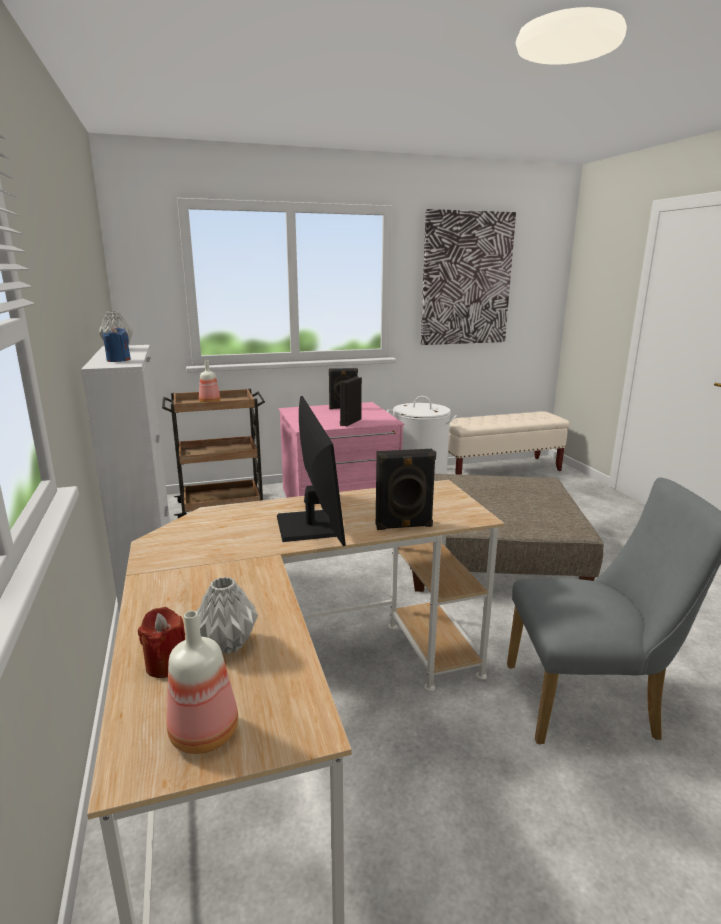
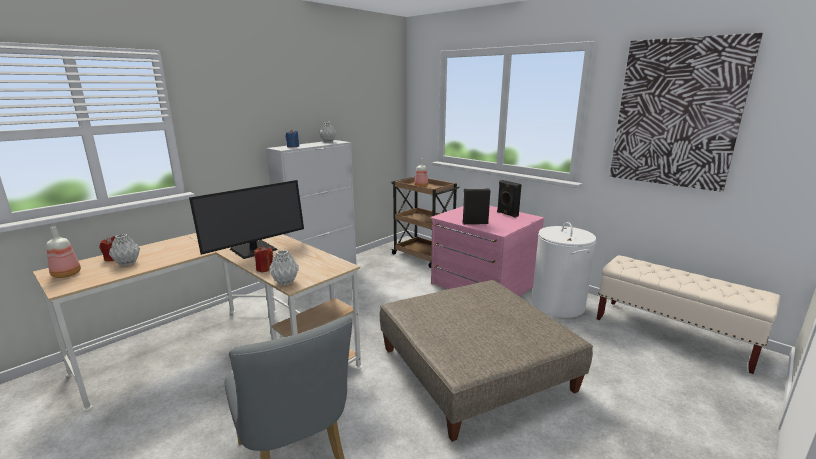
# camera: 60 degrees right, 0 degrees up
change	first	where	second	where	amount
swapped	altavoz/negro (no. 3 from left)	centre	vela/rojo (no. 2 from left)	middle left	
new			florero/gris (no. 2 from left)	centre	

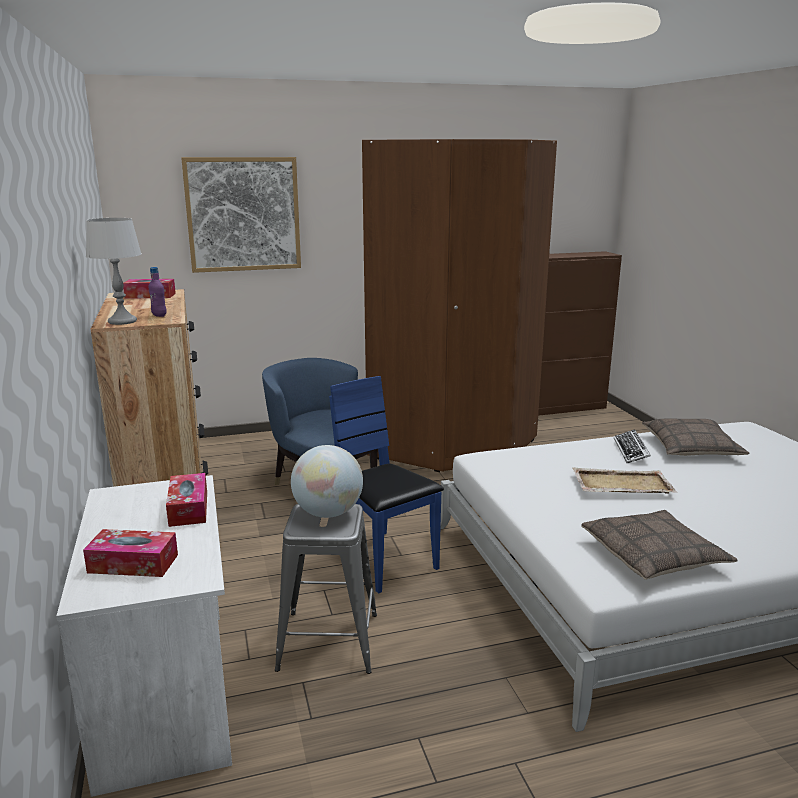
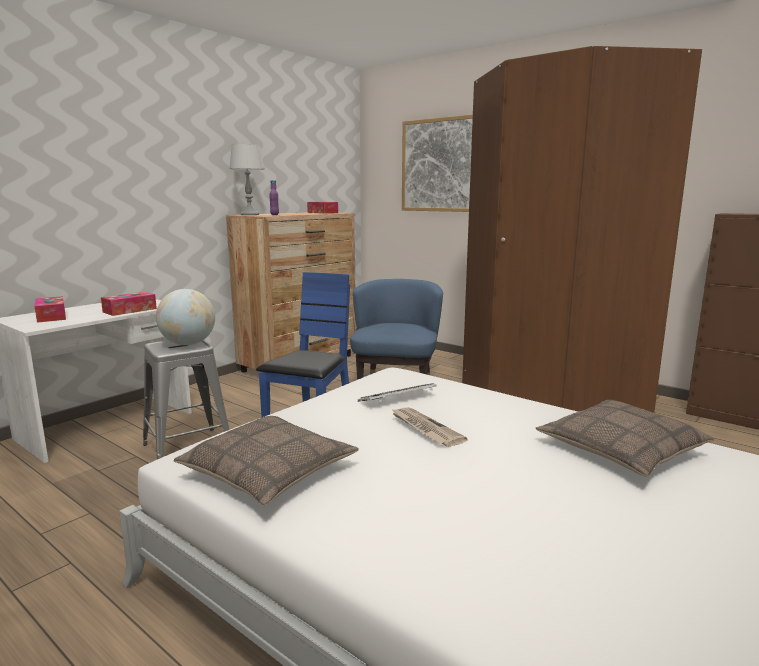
# camera: 55 degrees right, 5 degrees down
change	first	where	second	where	amount
shifted	teclado	middle right		centre	
swapped	bandeja/beis	middle right	periódico	centre	

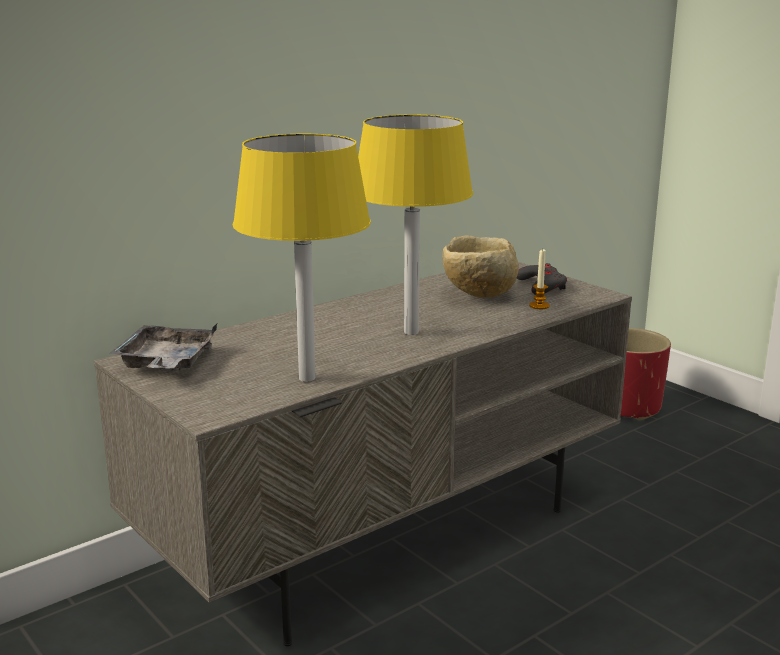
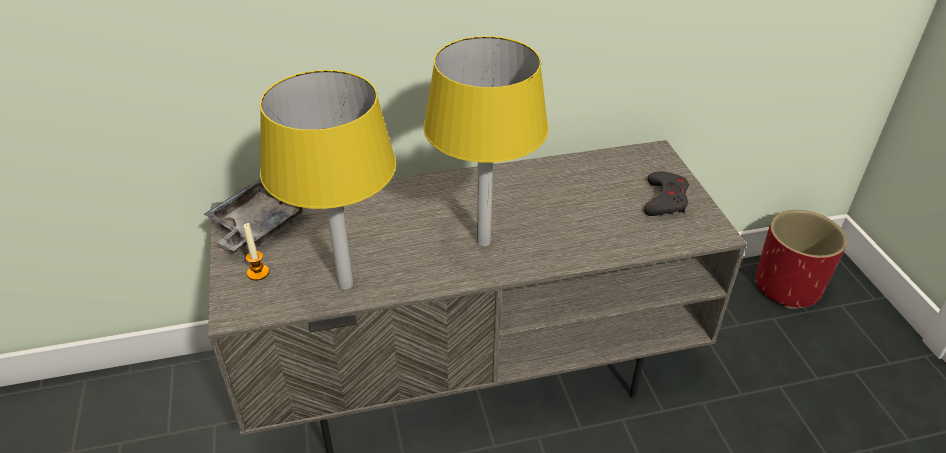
# camera: 25 degrees right, 20 degrees up
change	first	where	second	where	amount
shifted	vela	middle right		middle left	
gone	cuenco/beis	centre			

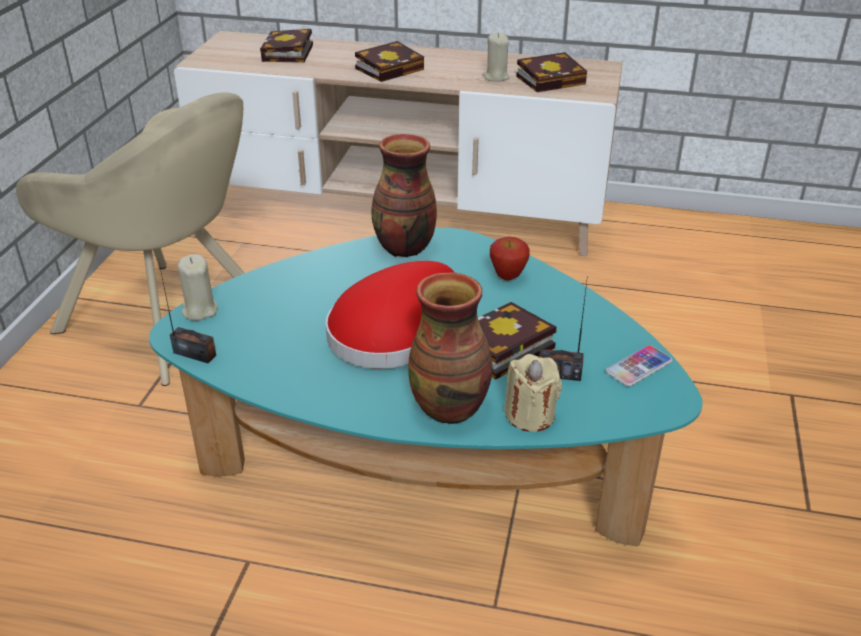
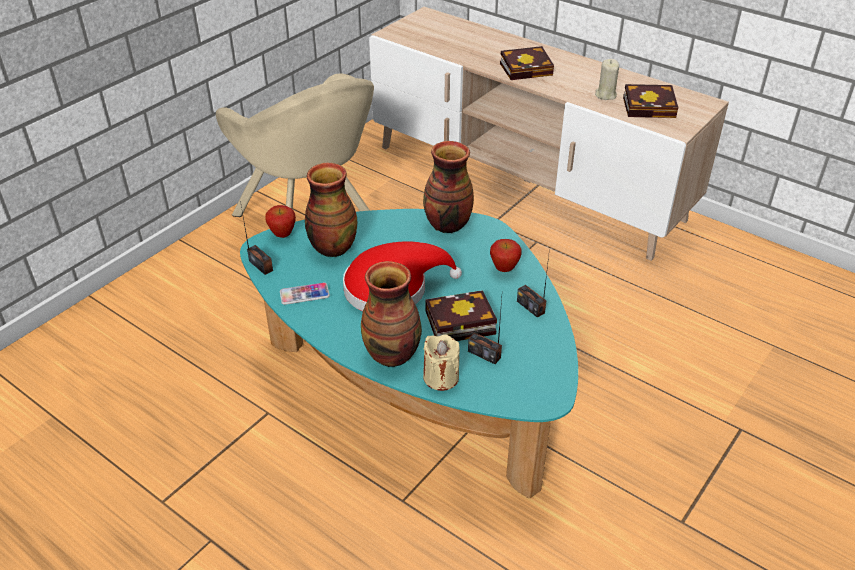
# camera: 25 degrees right, 5 degrees up
change	first	where	second	where	amount
swapped	vela/beis (no. 1 from left)	middle left	manzana (no. 1 from left)	middle left	
shifted	móvil	middle right		centre	
new			florero (no. 1 from left)	centre	
new			radio (no. 3 from left)	centre	
gone	libro (no. 1 from left)	top left			

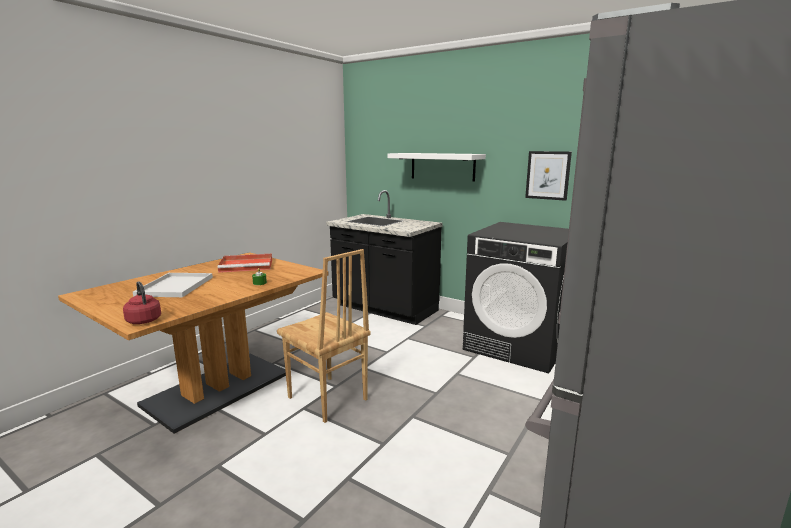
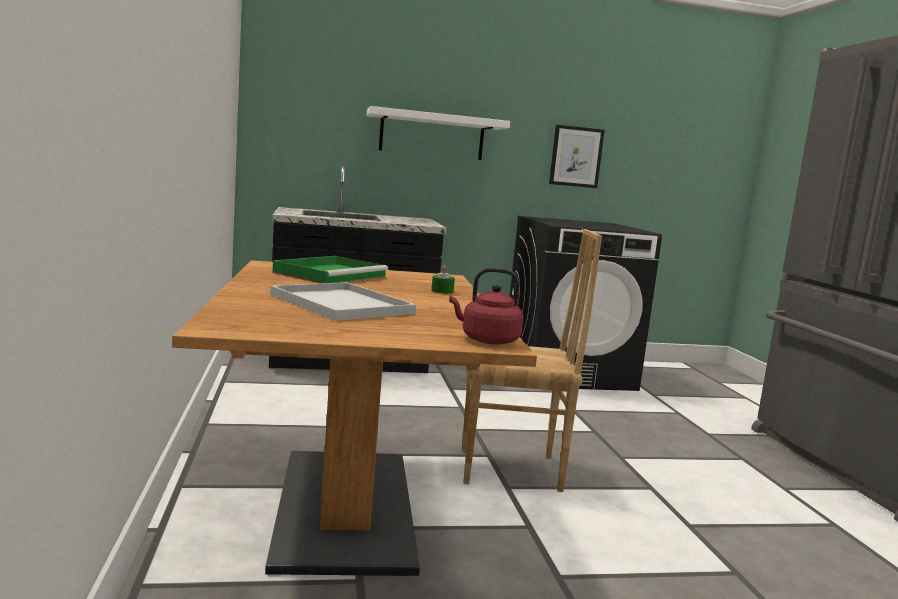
# camera: 45 degrees left, 5 degrees down
change	first	where	second	where	amount
repainted	bandeja/rojo	middle left	bandeja/verde	centre	

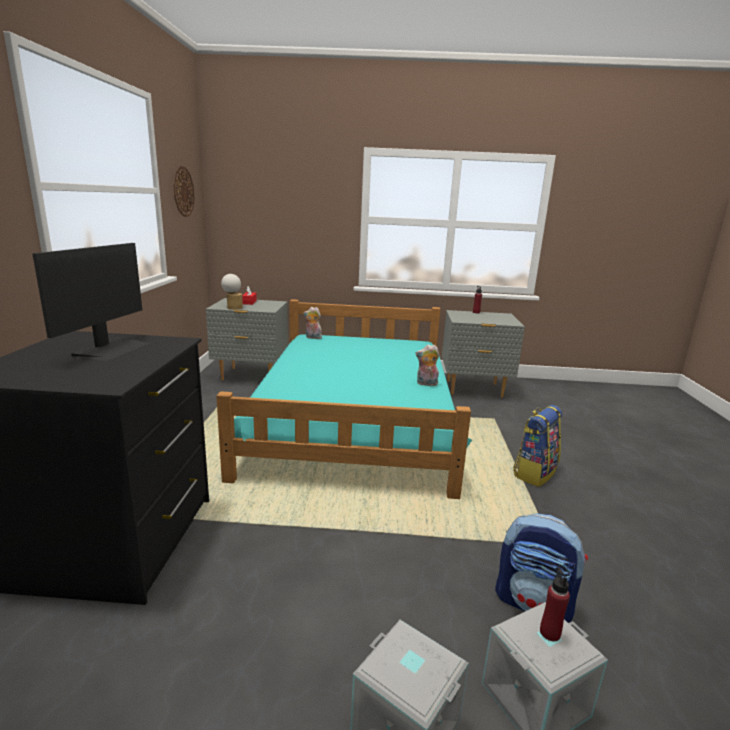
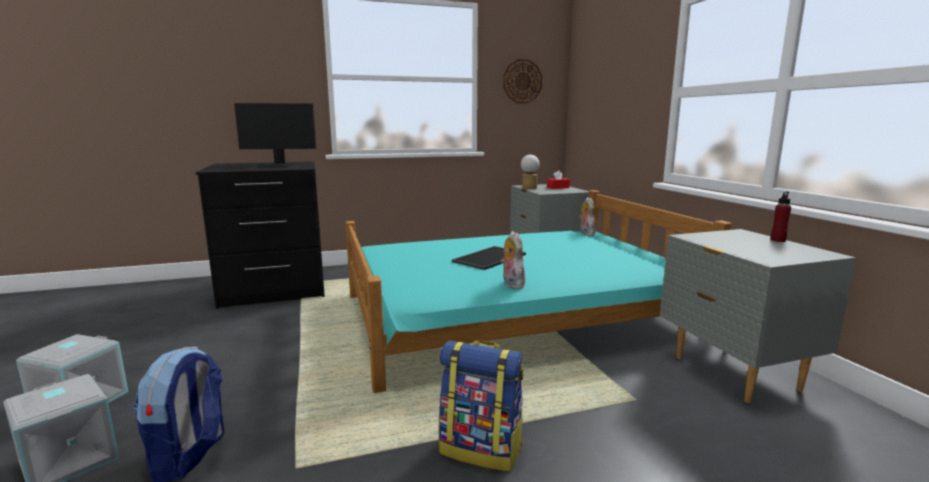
# camera: 70 degrees right, 5 degrees down
change	first	where	second	where	amount
new			bandeja	centre	
gone	botella/rojo (no. 2 from left)	bottom right			

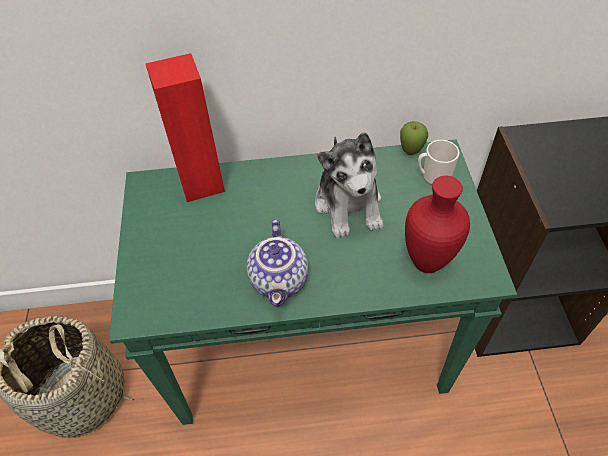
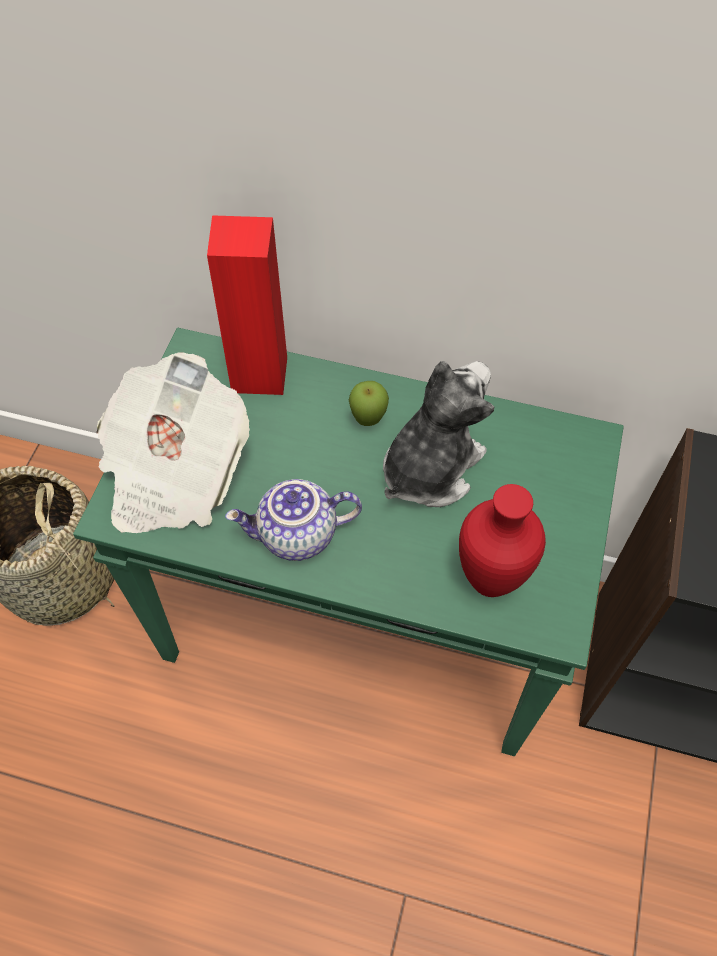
# camera: 20 degrees right, 5 degrees up
change	first	where	second	where	amount
new			periódico	middle left	
rotated	tetera	centre		centre	60 degrees clockwise
shifted	manzana	top right		centre	
rotated	peluche	centre		centre	150 degrees counterclockwise
gone	taza grande	middle right			

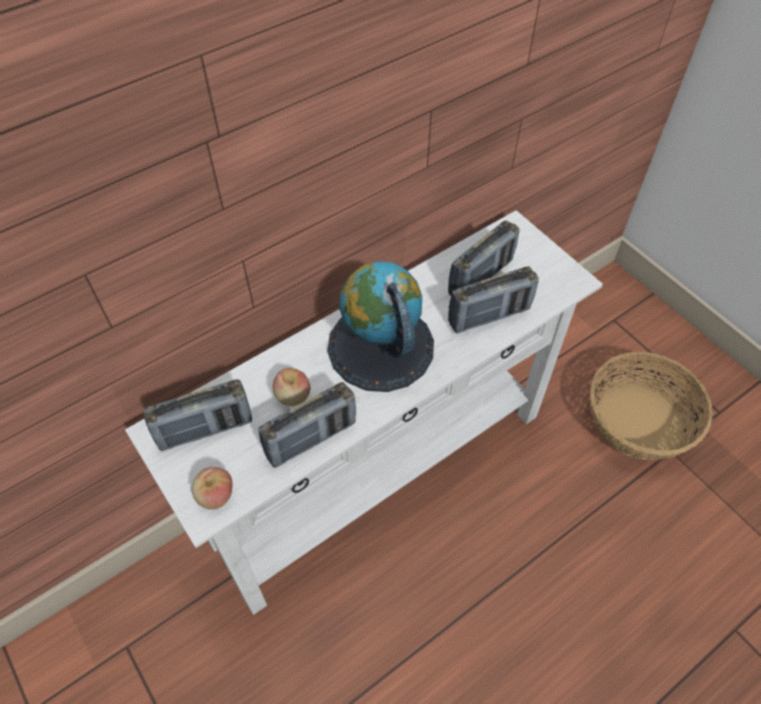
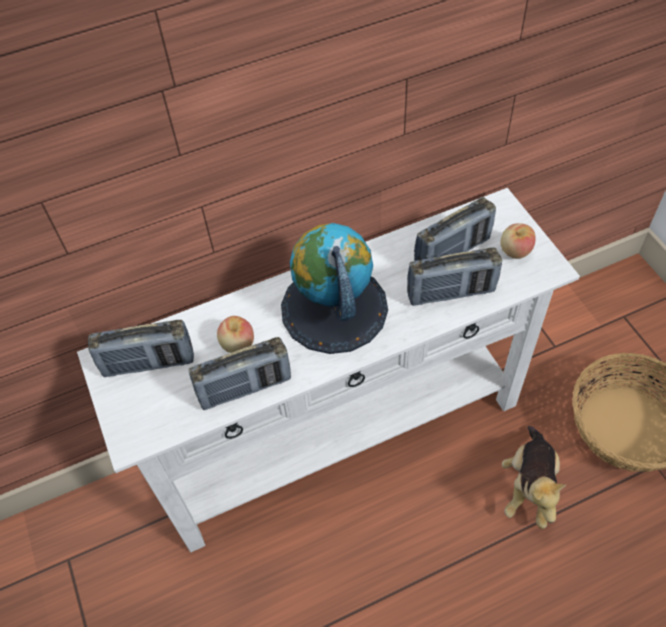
# camera: 15 degrees right, 0 degrees up
change	first	where	second	where	amount
shifted	manzana (no. 1 from left in the first image)	bottom left	manzana (no. 2 from left)	middle right	
new			peluche	bottom right	

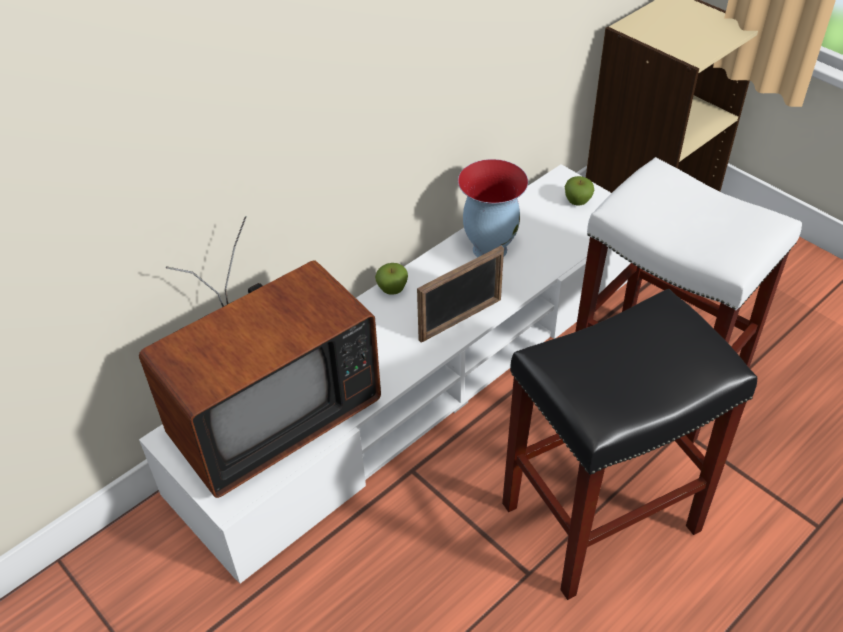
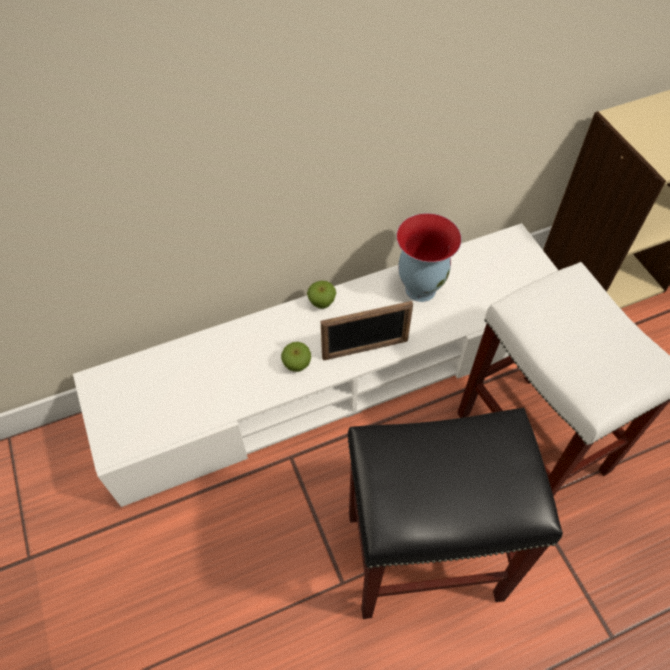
# camera: 20 degrees right, 10 degrees up
change	first	where	second	where	amount
shifted	manzana (no. 2 from left in the first image)	top right	manzana (no. 1 from left)	centre	
gone	televisor	middle left			

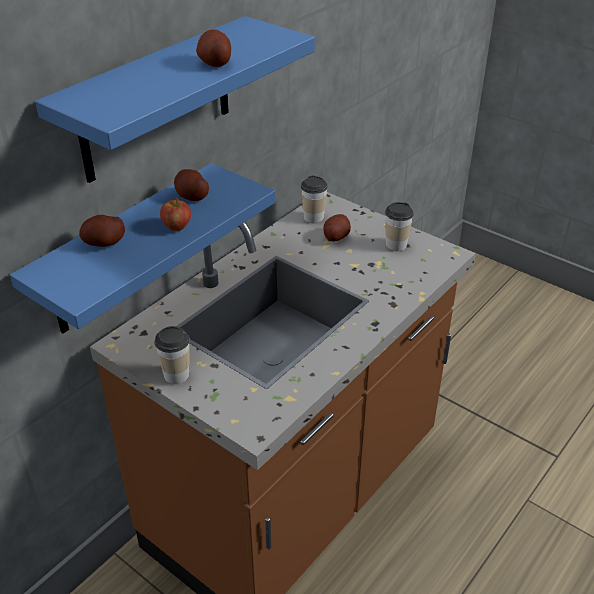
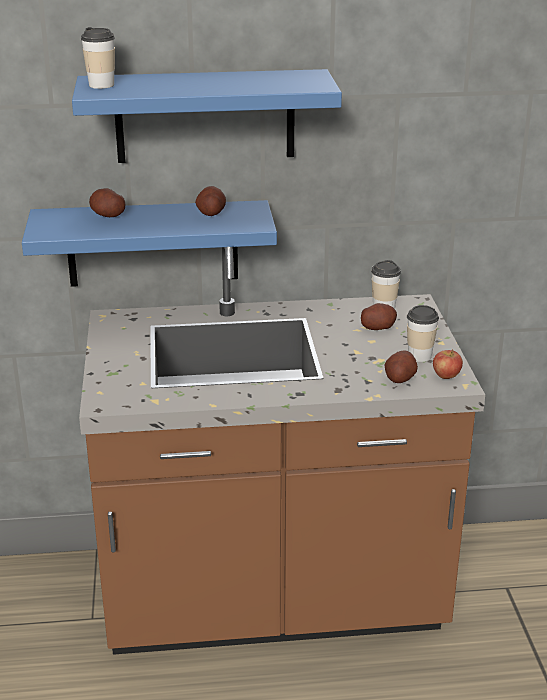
# camera: 45 degrees right, 10 degrees down
change	first	where	second	where	amount
shifted	taza (no. 1 from left)	middle left		top left	
shifted	patata (no. 3 from left in the first image)	top centre	patata (no. 4 from left)	middle right	
shifted	manzana	middle left		middle right	

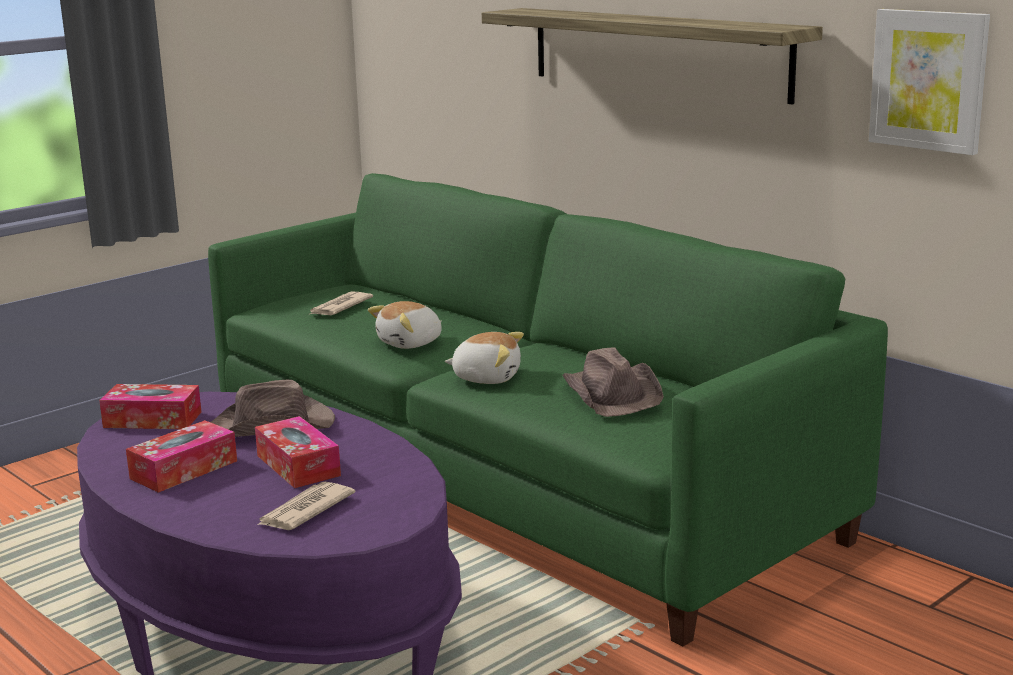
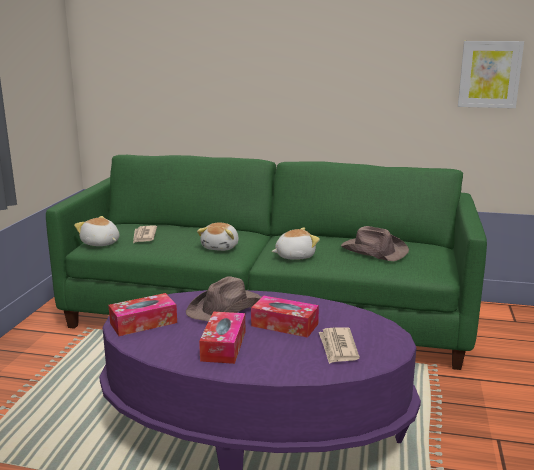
# camera: 35 degrees left, 0 degrees up
change	first	where	second	where	amount
new			peluche (no. 1 from left)	middle left	
gone	estante	top centre			

